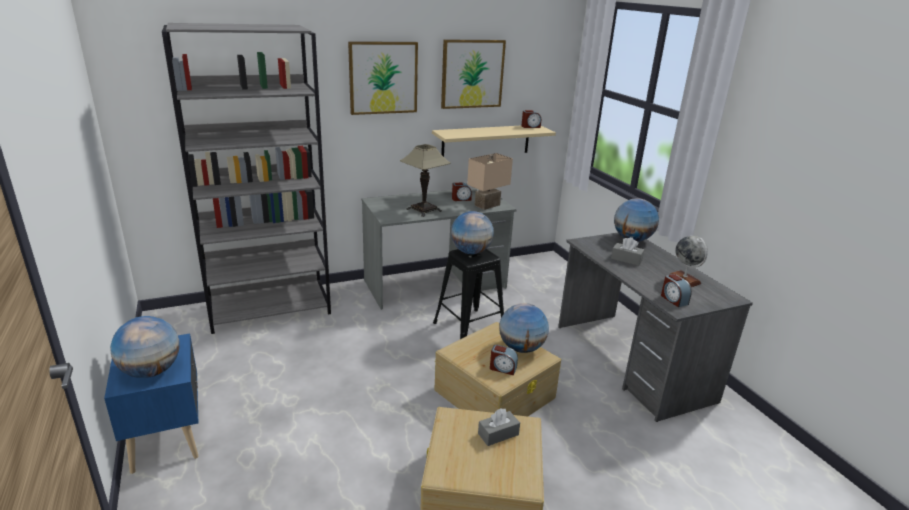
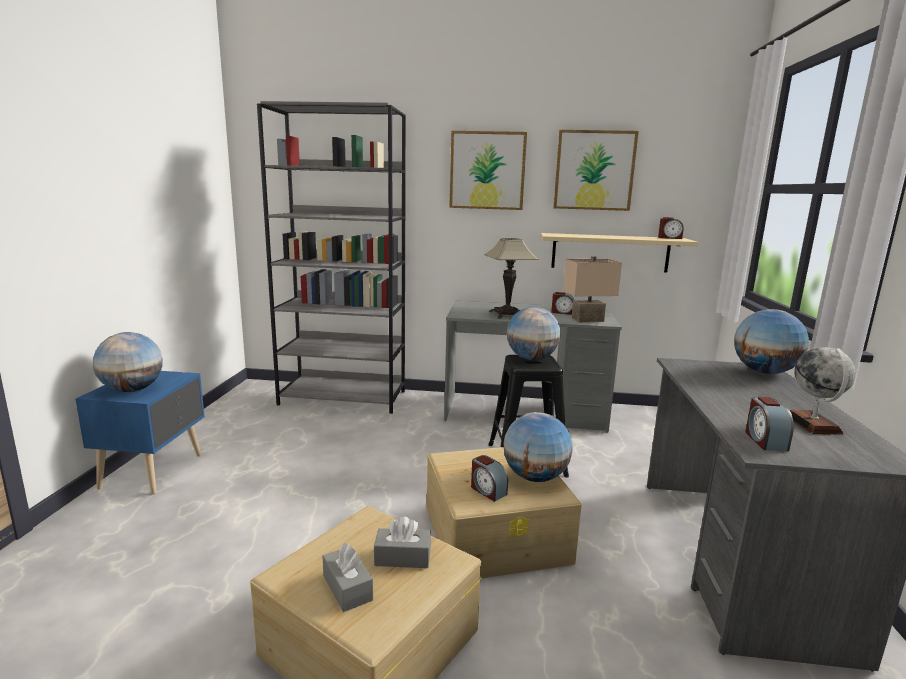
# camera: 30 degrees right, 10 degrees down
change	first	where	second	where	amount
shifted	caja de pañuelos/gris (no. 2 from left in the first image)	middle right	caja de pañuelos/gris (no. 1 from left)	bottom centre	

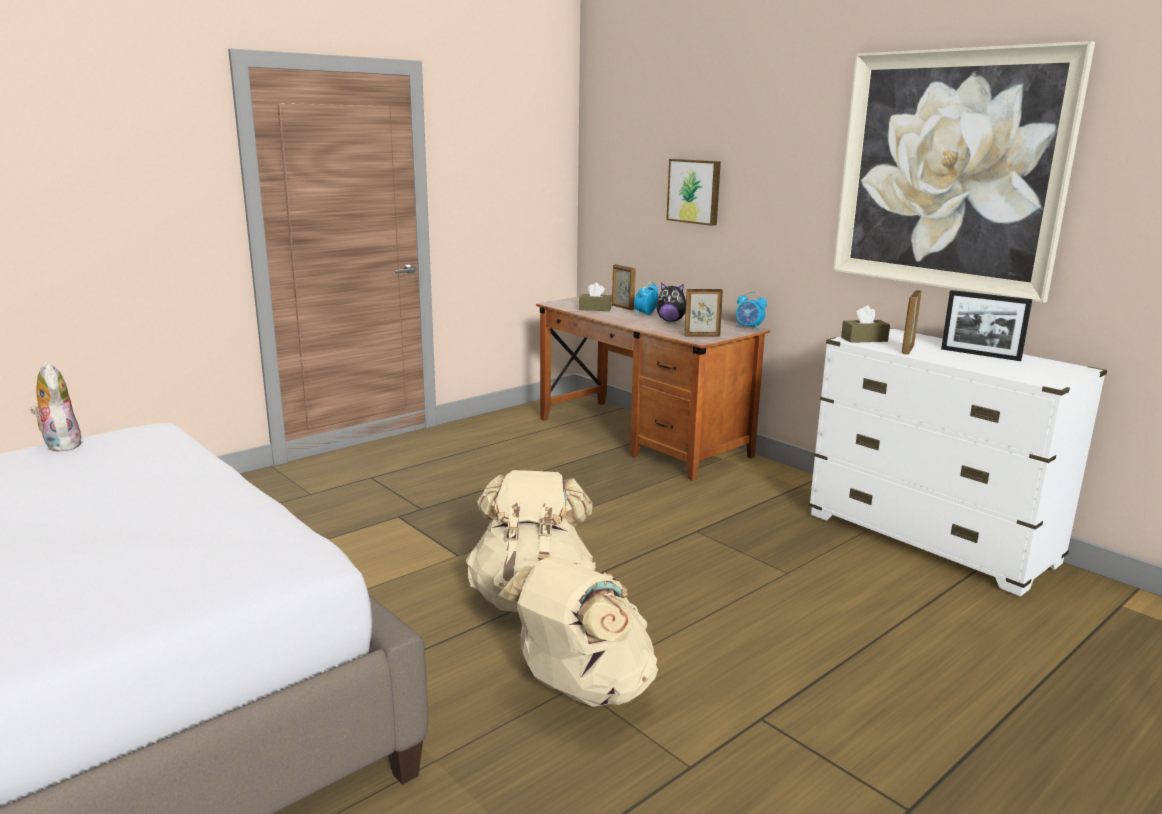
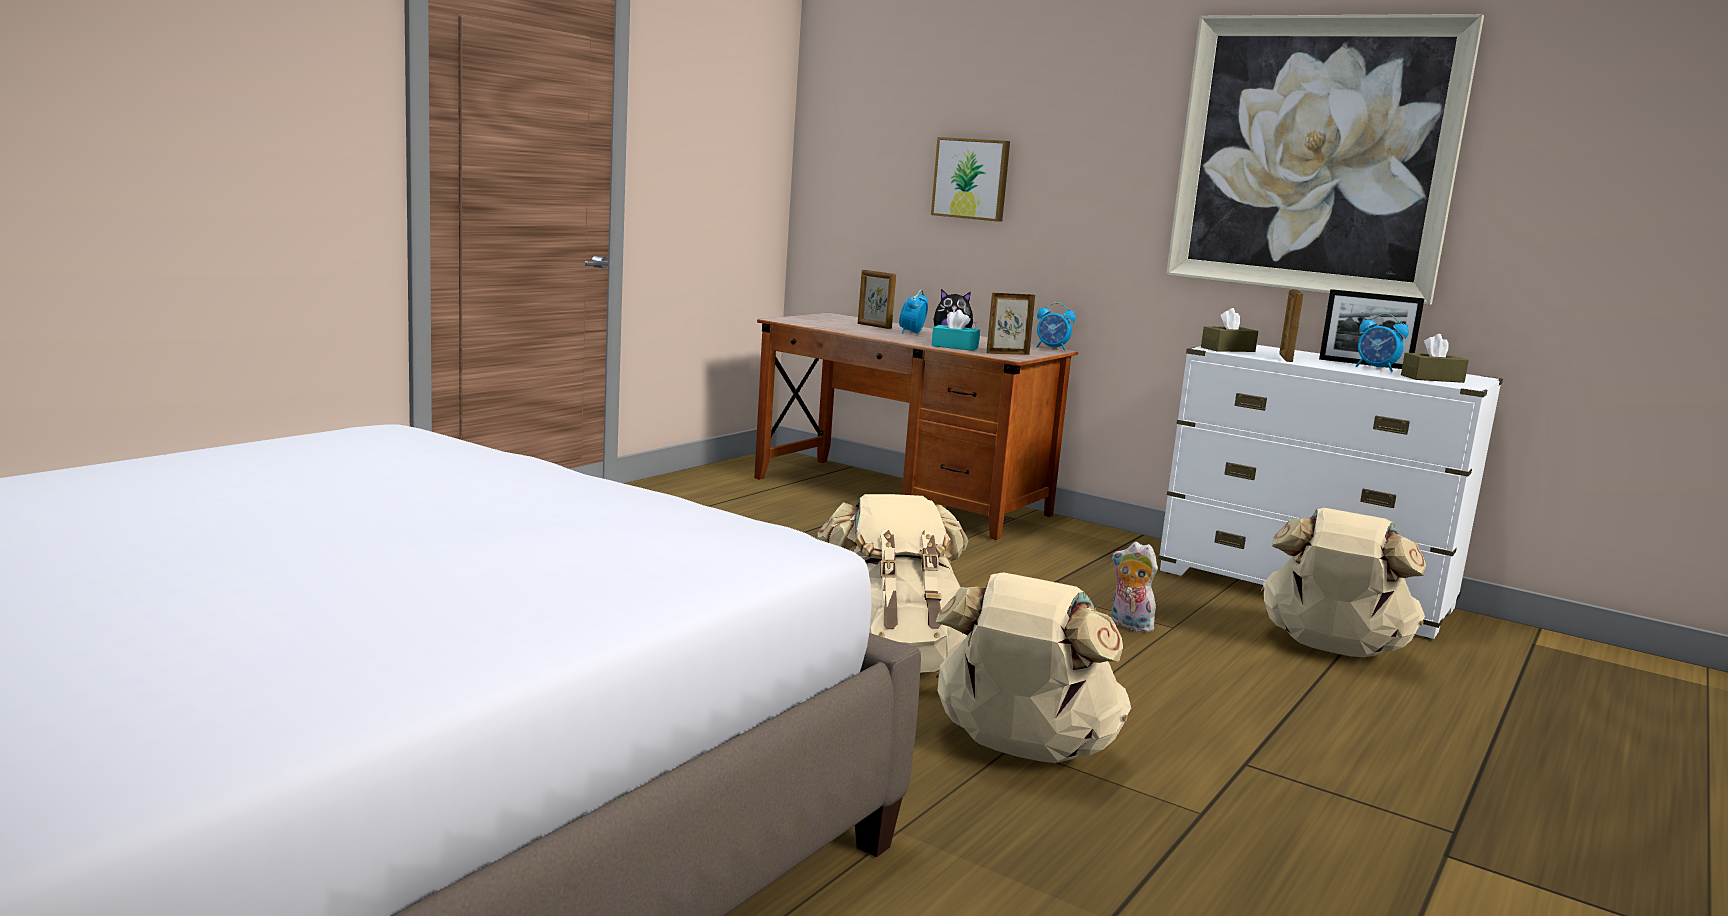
# camera: 15 degrees left, 5 degrees down
change	first	where	second	where	amount
new			caja de pañuelos/turquesa	centre	
shifted	peluche (no. 1 from left in the first image)	middle left	peluche (no. 2 from left)	centre	
new			mochila/beis (no. 3 from left)	middle right	
new			despertador (no. 3 from left)	middle right	
shifted	caja de pañuelos/marrón (no. 1 from left in the first image)	centre	caja de pañuelos/marrón (no. 2 from left)	middle right	

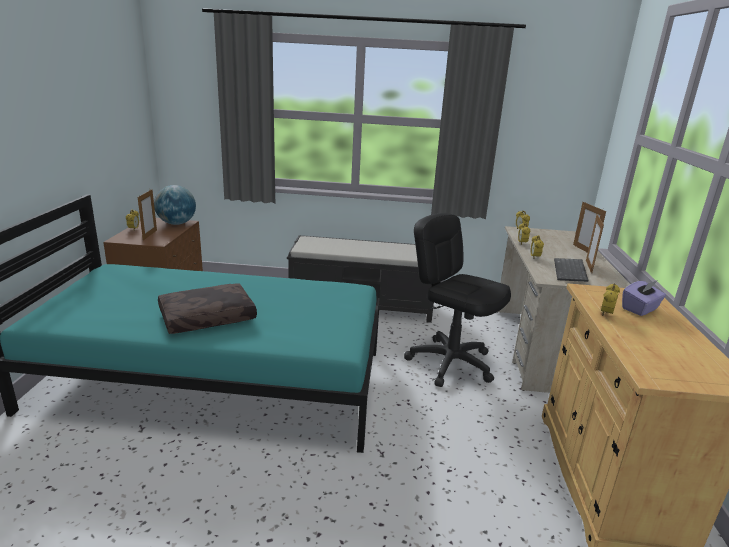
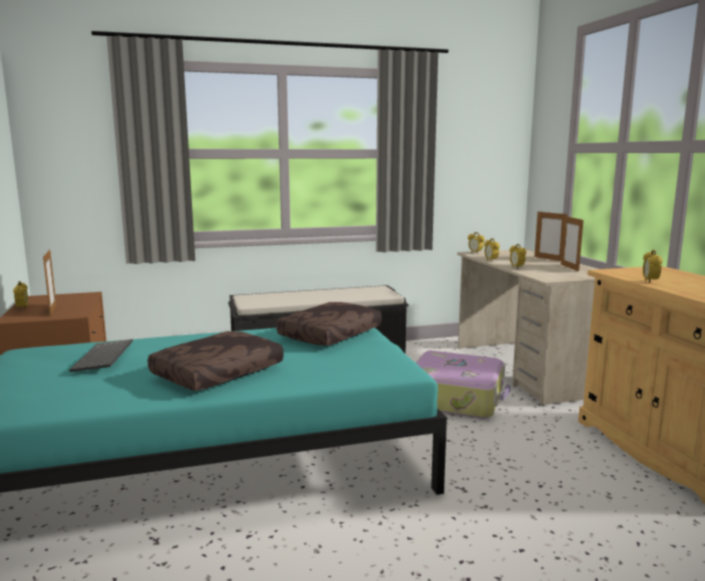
# camera: 20 degrees left, 10 degrees down
change	first	where	second	where	amount
shifted	teclado	middle right		middle left	
new			cojín/marrón (no. 2 from left)	centre	
swapped	silla de oficina/negro	centre	maleta	centre	
gone	globo terráqueo	middle left			
gone	caja de pañuelos/morado	middle right			

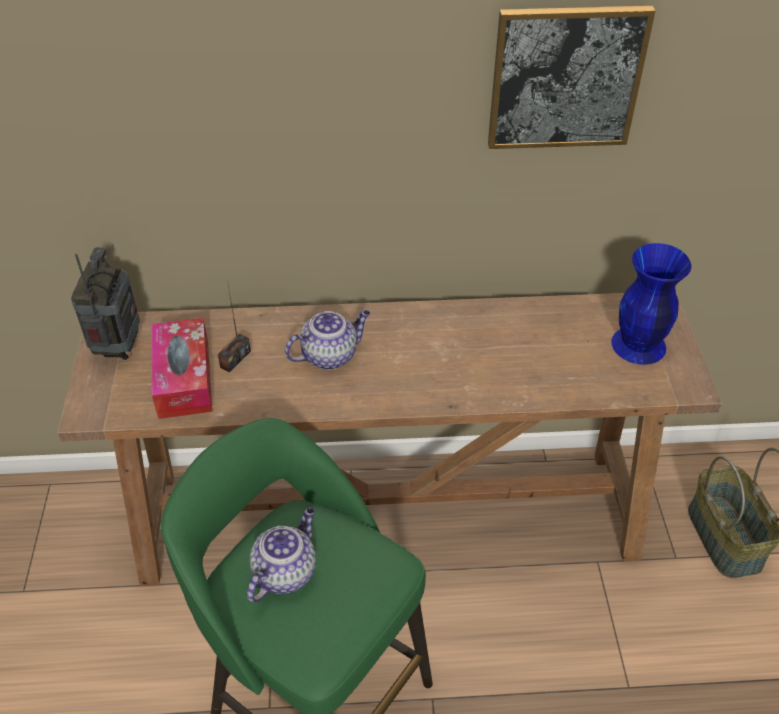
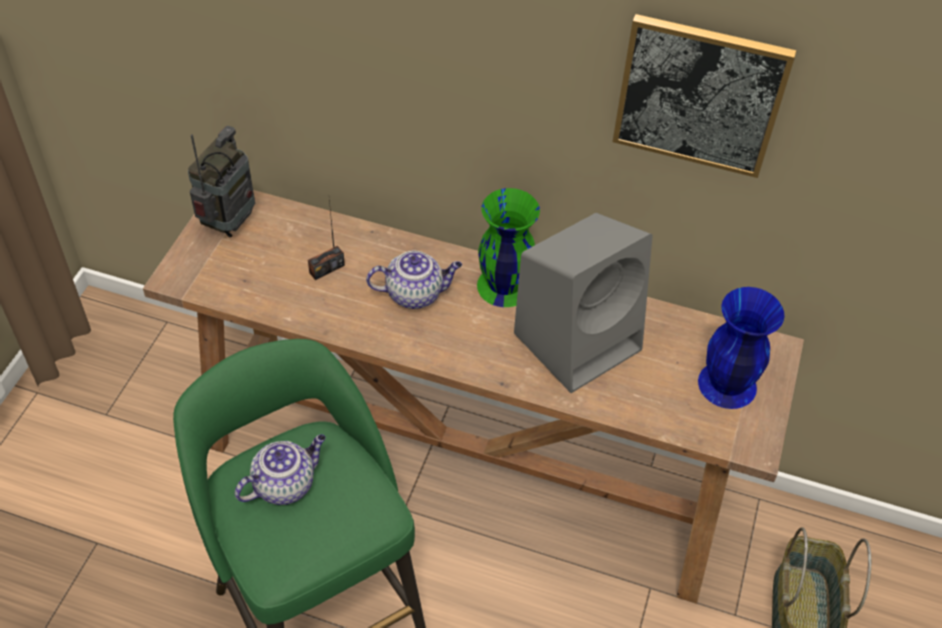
# camera: 20 degrees right, 5 degrees up
change	first	where	second	where	amount
new			florero/verde	centre	
new			altavoz/gris	centre	
gone	caja de pañuelos	middle left			

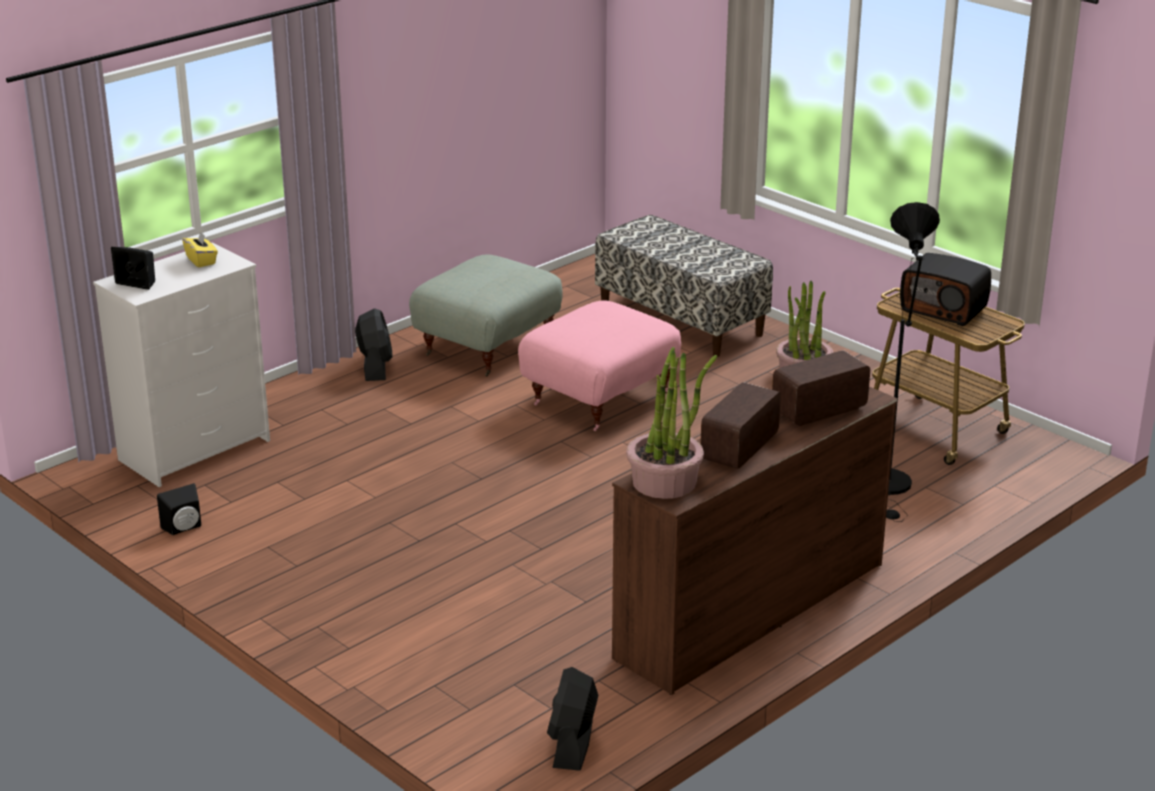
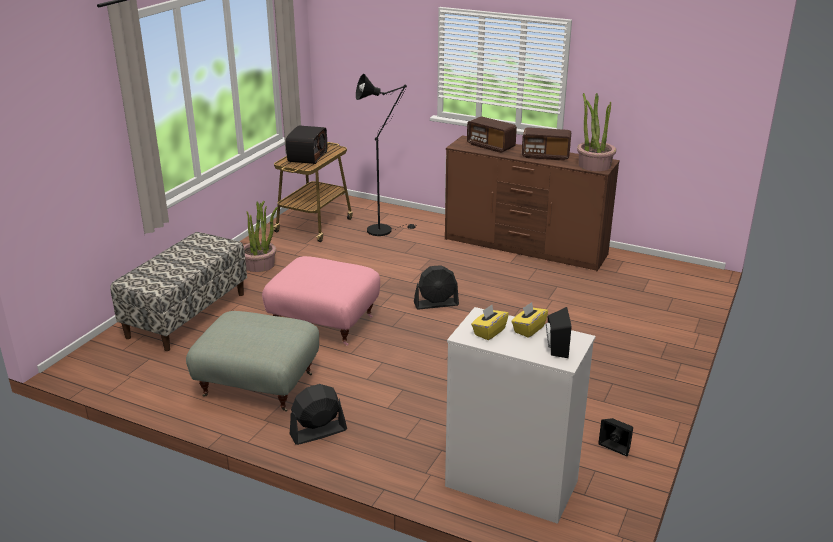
# camera: 110 degrees left, 0 degrees up
change	first	where	second	where	amount
shifted	ventilador/negro (no. 2 from left)	bottom centre		centre	
new			caja de pañuelos/amarillo (no. 2 from left)	centre	

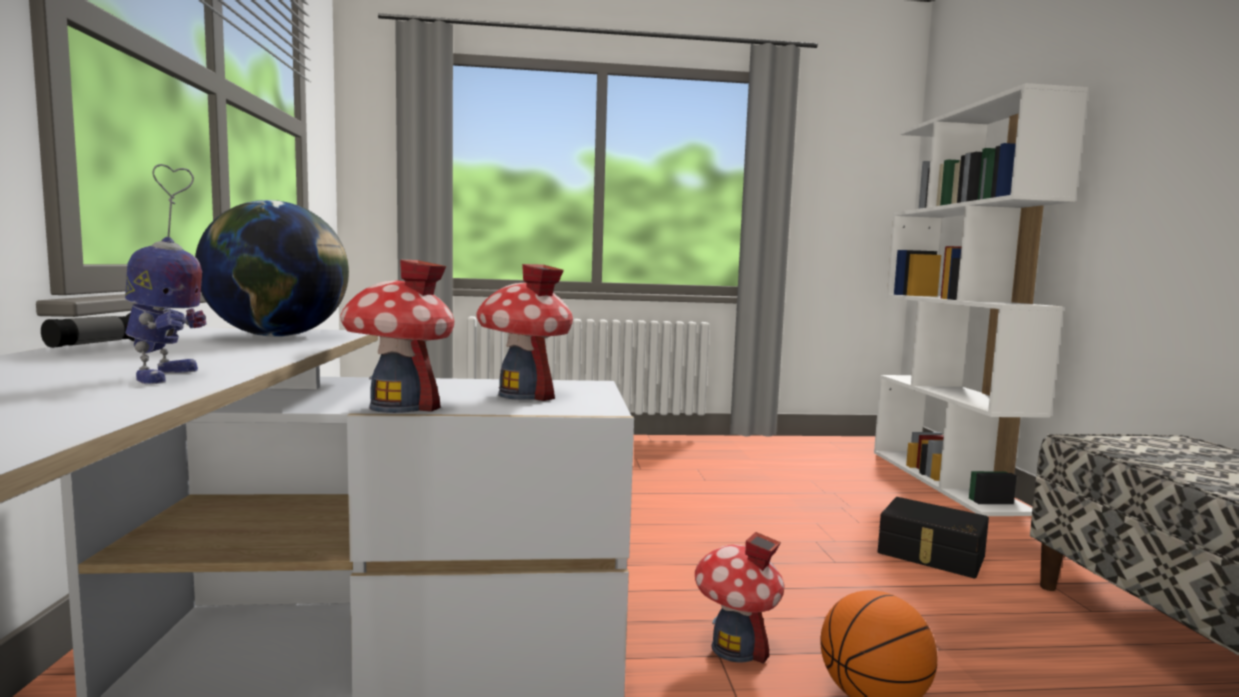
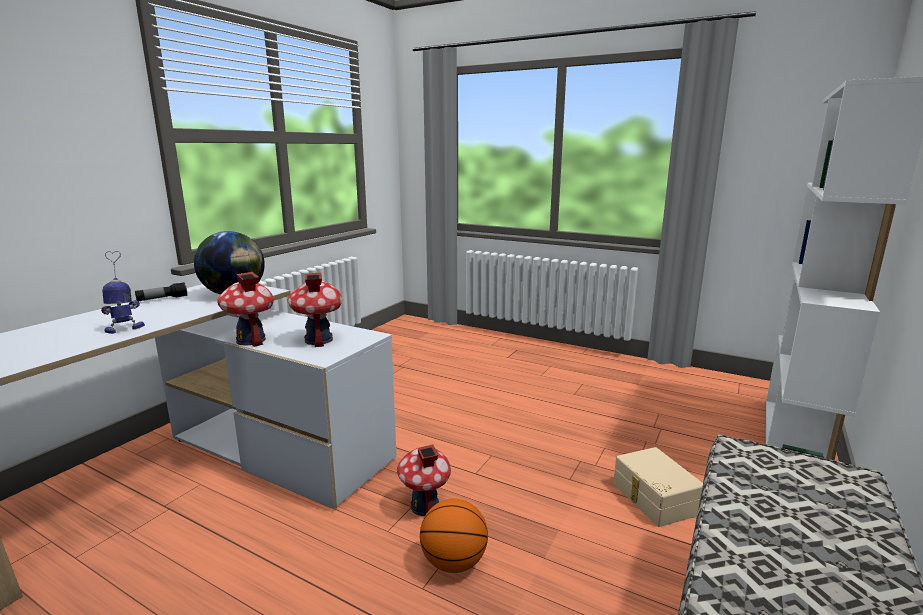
# camera: 35 degrees right, 10 degrees up
change	first	where	second	where	amount
rotated	robot de juguete	middle left		middle left	150 degrees counterclockwise
repainted	caja de almacenaje/negro	bottom right	caja de almacenaje/beis	bottom right	

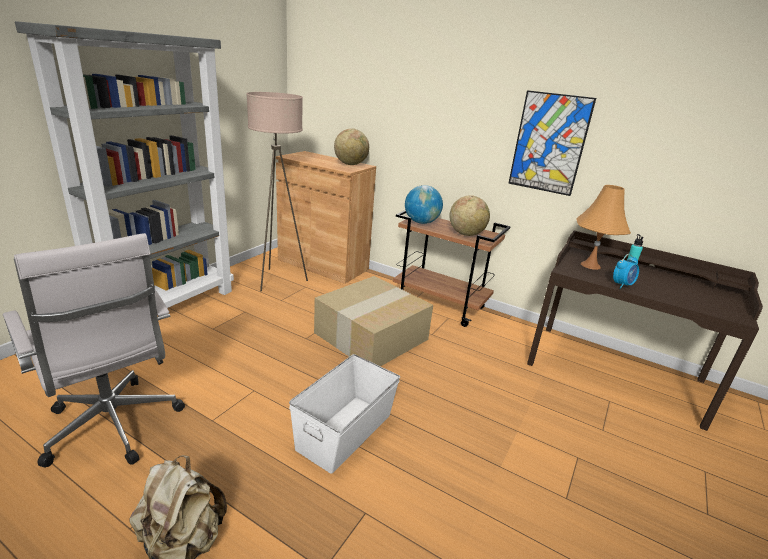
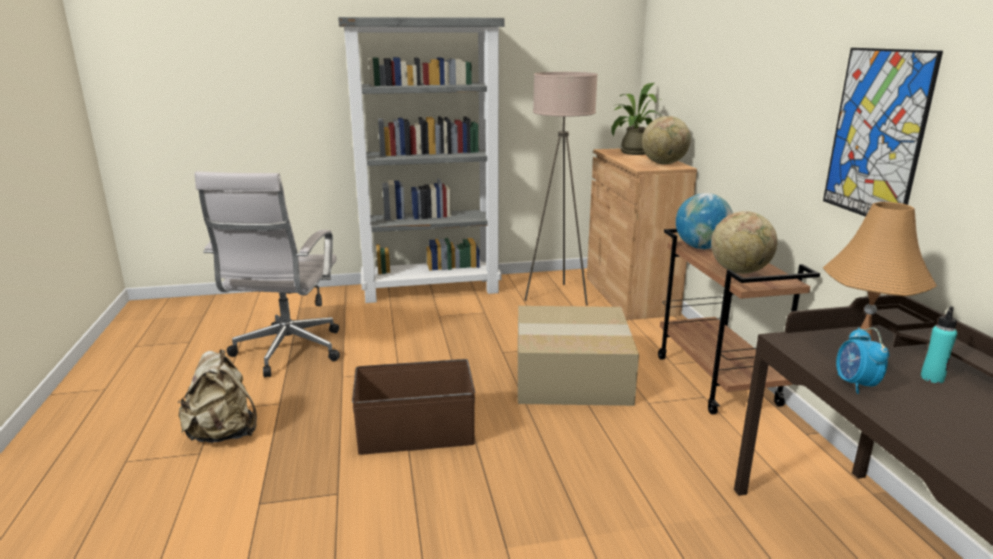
# camera: 50 degrees right, 5 degrees down
change	first	where	second	where	amount
repainted	caja de almacenaje/blanco	bottom centre	caja de almacenaje/marrón	bottom centre	
new			planta en maceta	top centre	
rotated	despertador	middle right		middle right	75 degrees clockwise

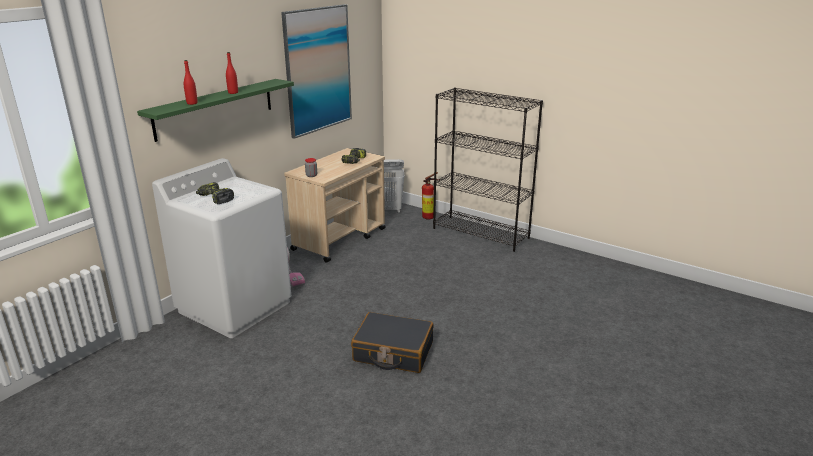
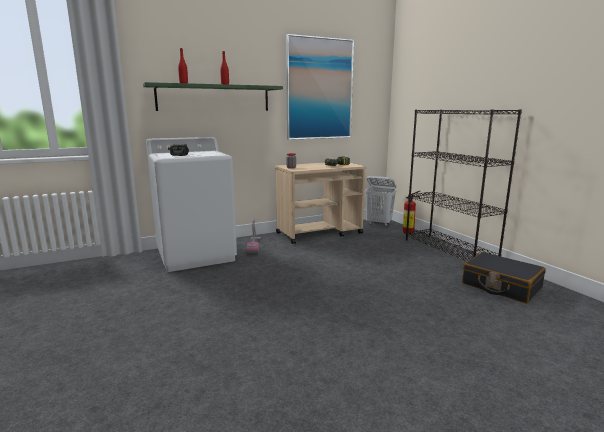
# camera: 30 degrees right, 10 degrees down
change	first	where	second	where	amount
shifted	maleta/negro	bottom centre		middle right	

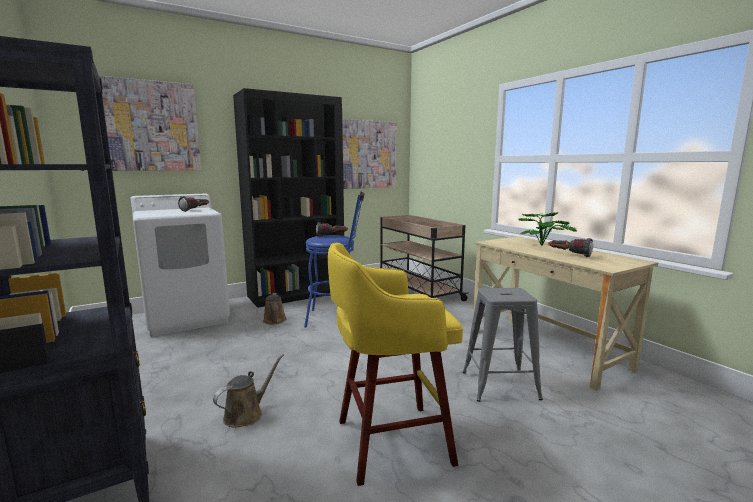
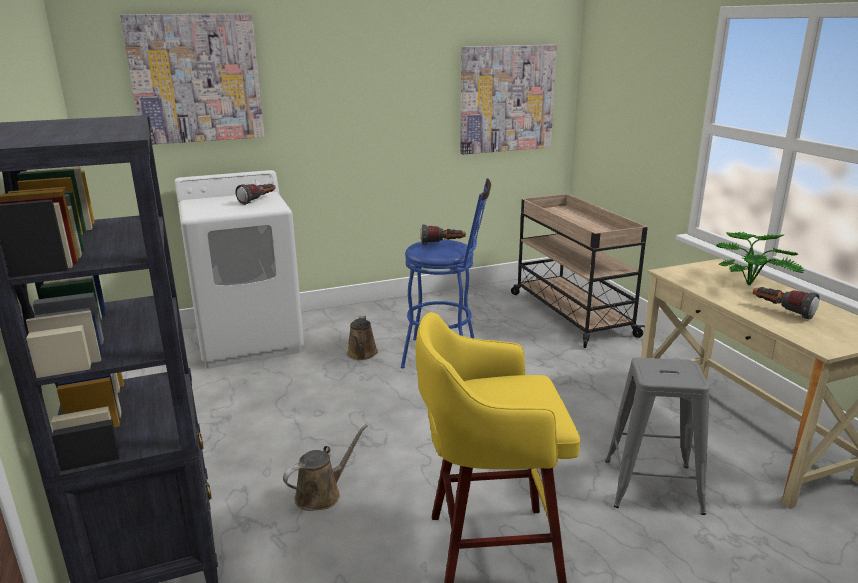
# camera: 10 degrees right, 10 degrees up
change	first	where	second	where	amount
gone	estantería/negro (no. 2 from left)	centre			

